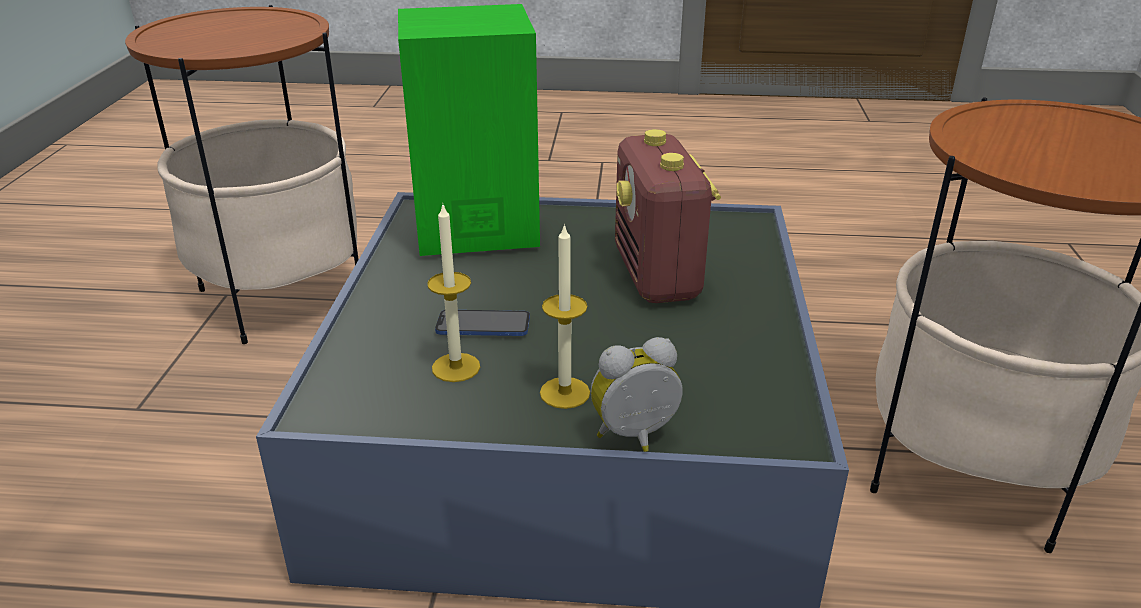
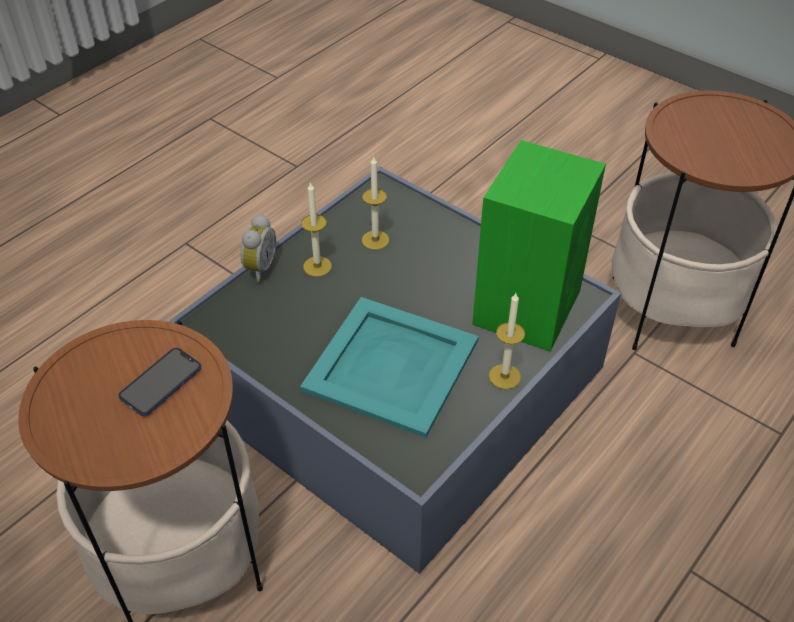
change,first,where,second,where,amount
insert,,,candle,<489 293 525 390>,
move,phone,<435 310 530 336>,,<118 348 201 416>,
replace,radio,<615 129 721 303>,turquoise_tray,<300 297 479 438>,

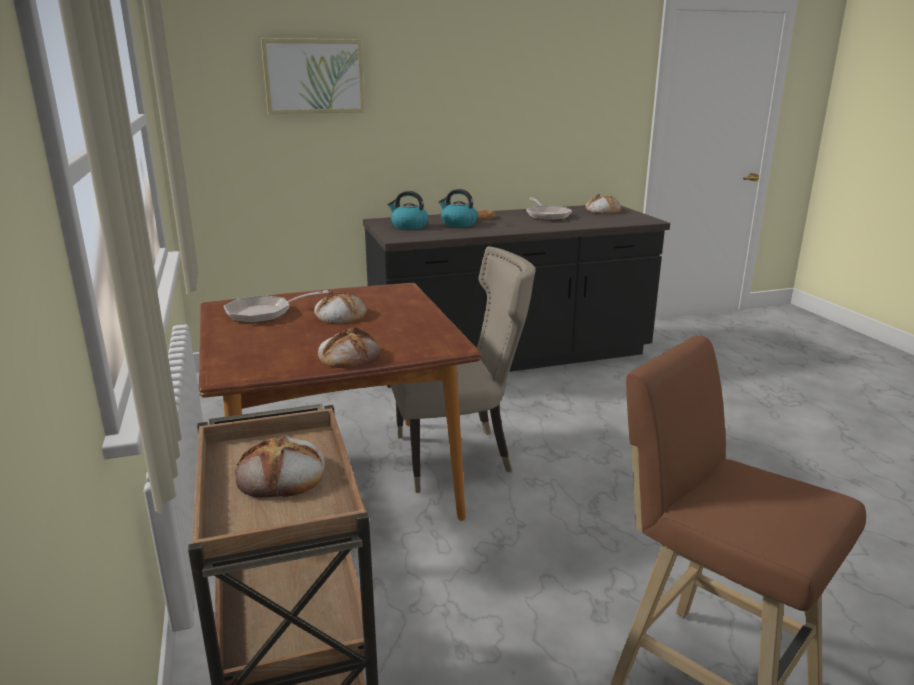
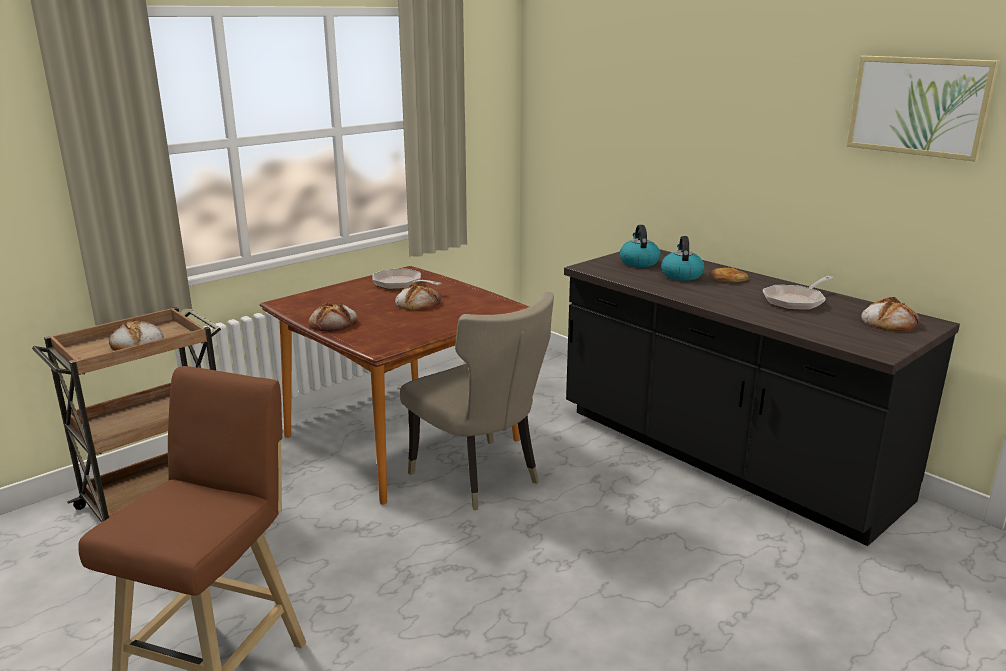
change,first,where,second,where,amount
move,picture,<261 38 365 114>,,<847 56 1000 162>,

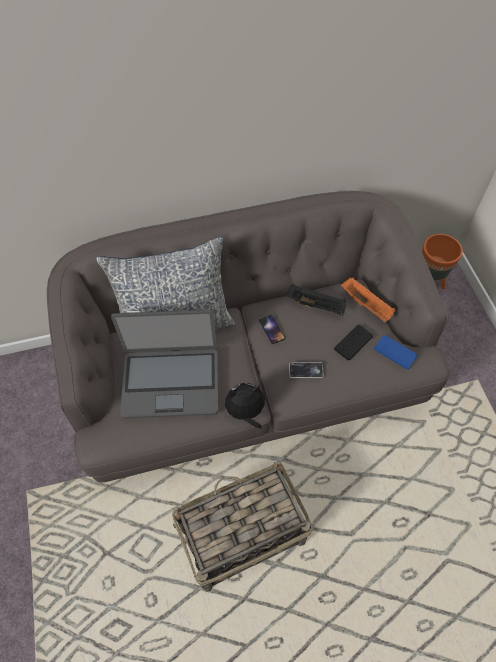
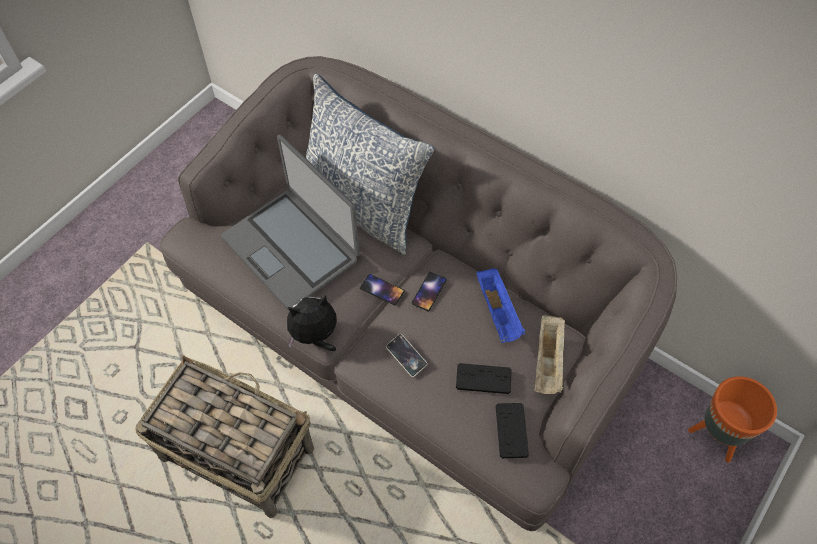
change,first,where,second,where,amount
insert,,,phone,<360 274 405 305>,
recolor,black_tray,<286 284 346 316>,blue_tray,<476 268 525 343>,
recolor,orange_tray,<341 277 395 322>,beige_tray,<534 314 565 394>,
recolor,blue_game_controller,<374 335 418 369>,black_game_controller,<496 403 529 458>,
rotate,plush_toy,<224 383 265 429>,,<287 295 337 351>,60 degrees counterclockwise

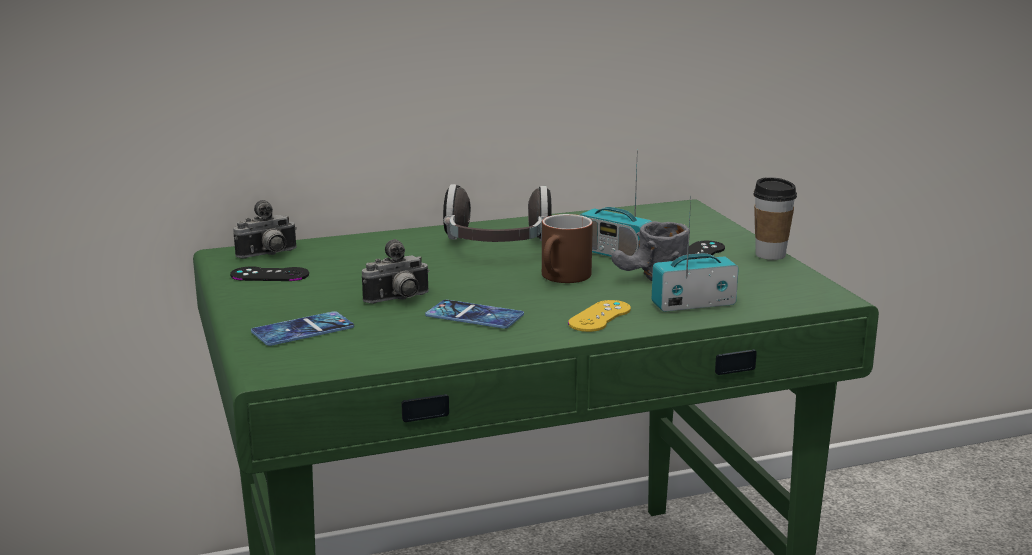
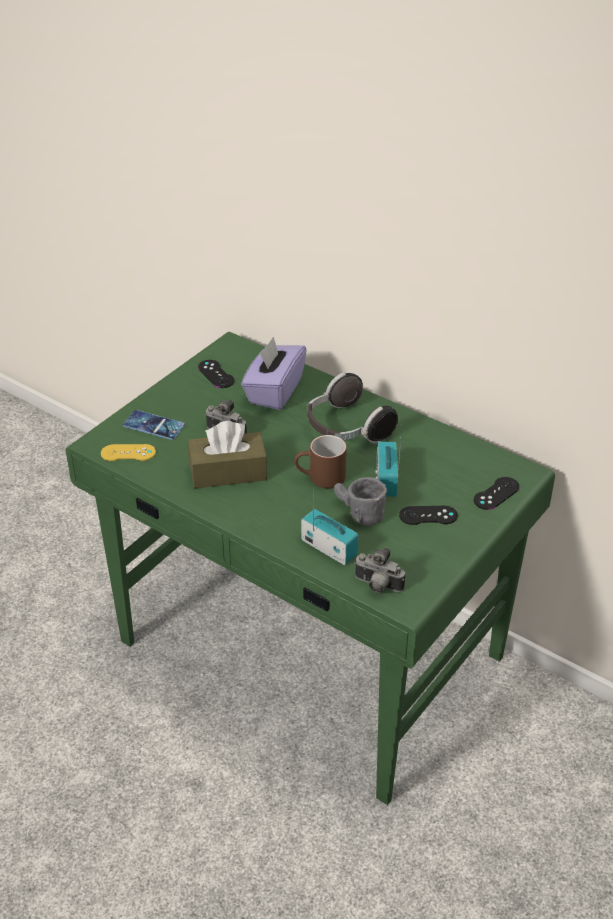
change,first,where,second,where,amount
delete,cup,<753 177 797 260>,,,
insert,,,purple_tissue_box,<241 337 307 410>,
insert,,,black_game_controller,<474 477 519 510>,
move,photo_camera,<233 200 297 259>,,<354 547 405 593>,
move,yellow_game_controller,<568 300 631 332>,,<101 444 156 461>,
replace,phone,<425 300 524 329>,brown_tissue_box,<188 421 267 488>,

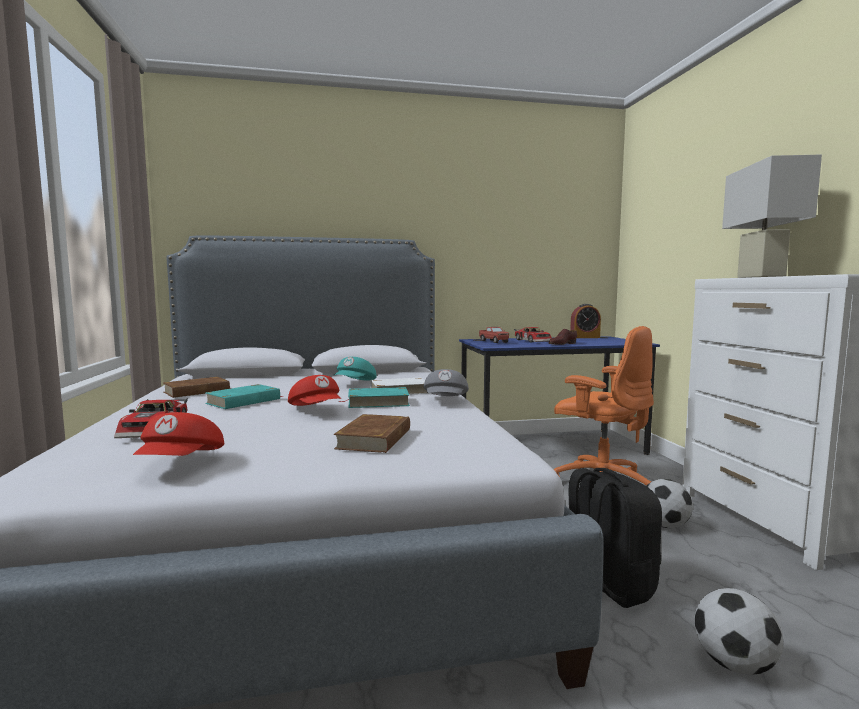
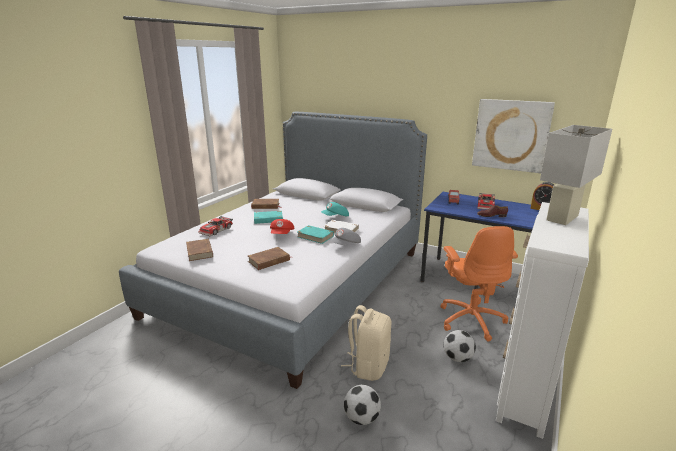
change,first,where,second,where,amount
insert,,,picture,<472 99 555 173>,
replace,red_cap,<133 412 224 456>,brown_book,<186 239 213 261>,
recolor,black_backpack,<569 468 662 608>,beige_backpack,<341 305 391 381>,

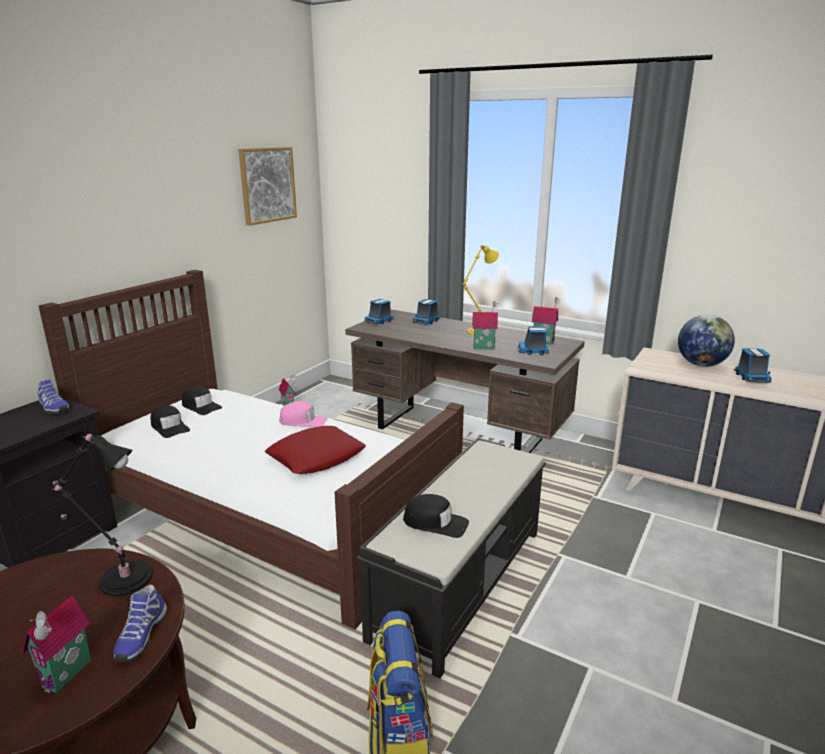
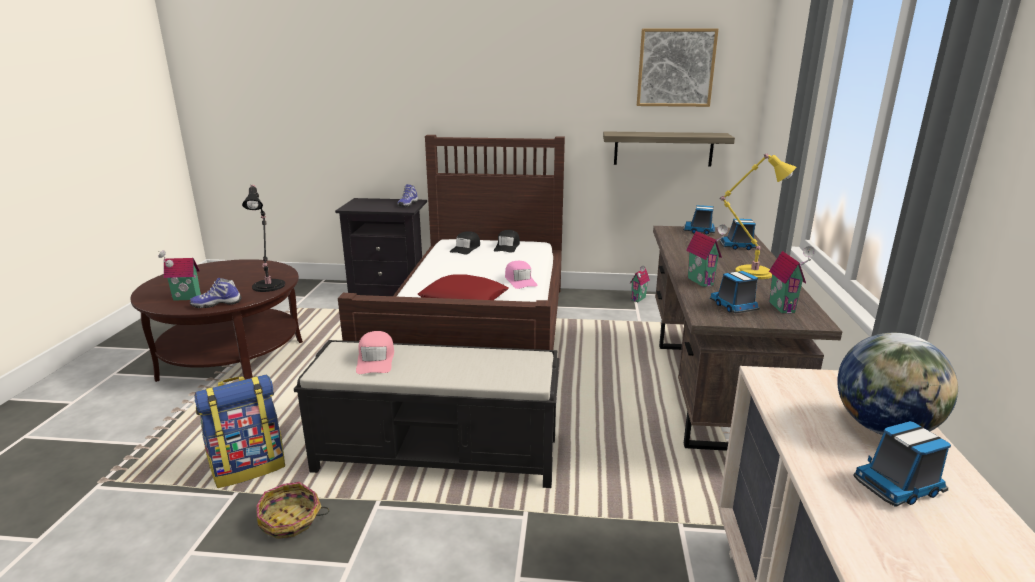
change,first,where,second,where,amount
insert,,,basket,<256 482 329 539>,
insert,,,shelf,<603 131 735 166>,
recolor,black_cap,<403 494 469 538>,pink_cap,<356 331 394 374>,

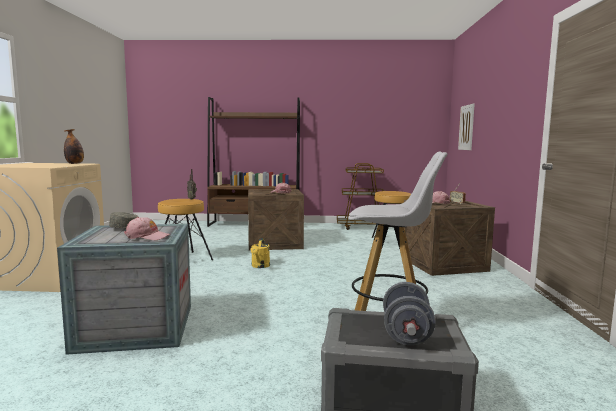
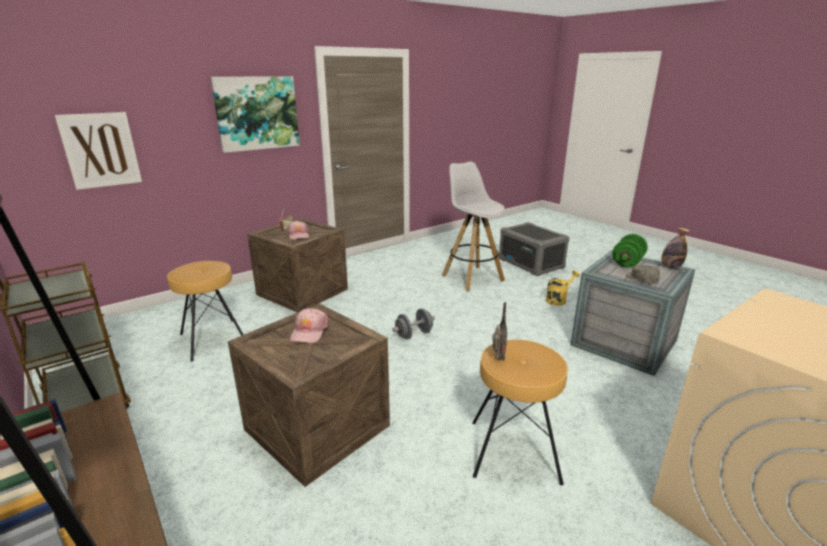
change,first,where,second,where,amount
insert,,,picture,<210 76 300 153>,
move,bottle,<64 129 84 164>,,<661 227 690 269>,
move,yellow_watering_can,<251 238 270 268>,,<546 270 580 306>,
move,grey_dumbbell,<383 282 436 345>,,<393 308 435 340>,
replace,pink_cap,<124 217 171 240>,green_dumbbell,<612 234 648 267>,

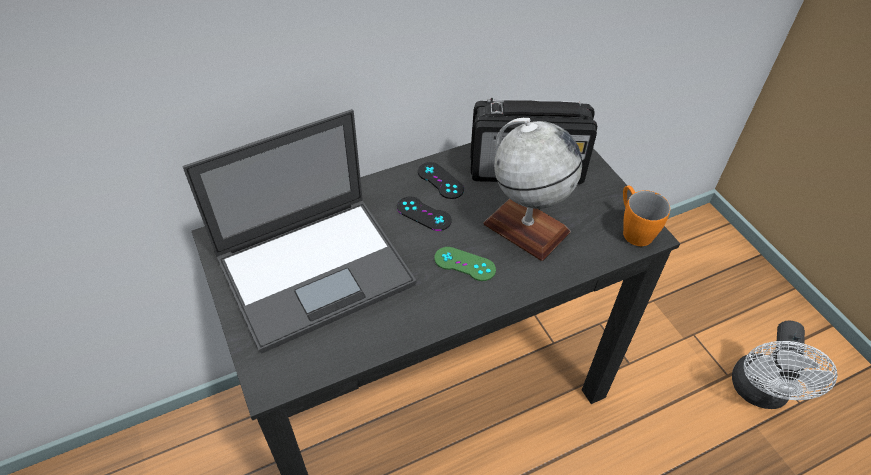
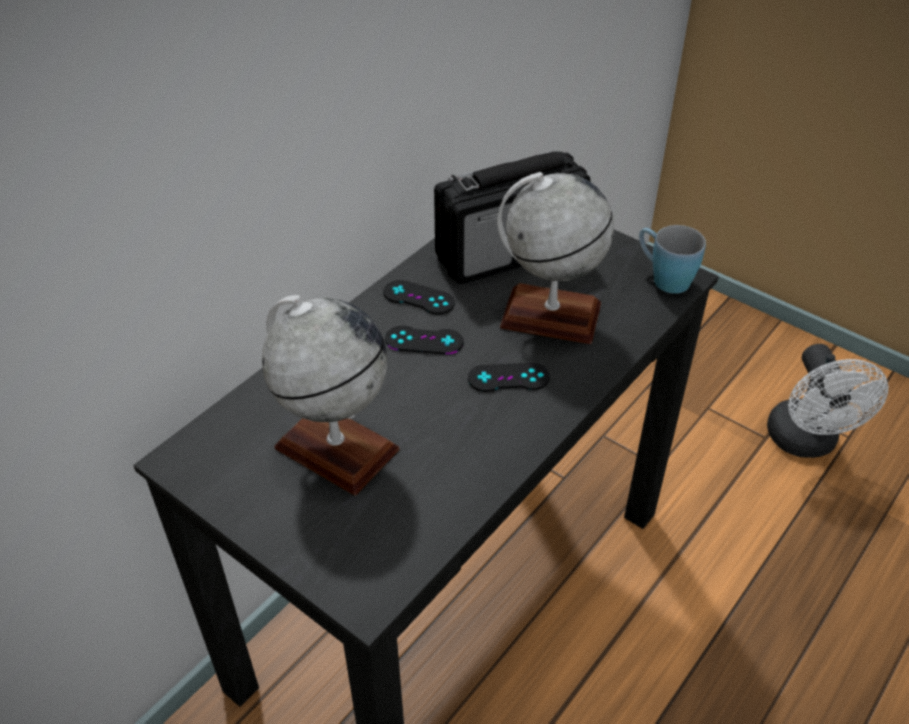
change,first,where,second,where,amount
replace,laptop,<183 109 416 354>,globe,<262 295 400 496>,
recolor,green_game_controller,<434 247 496 281>,black_game_controller,<468 363 550 392>,
recolor,orange_mug,<623 185 670 246>,blue_mug,<639 225 706 294>,

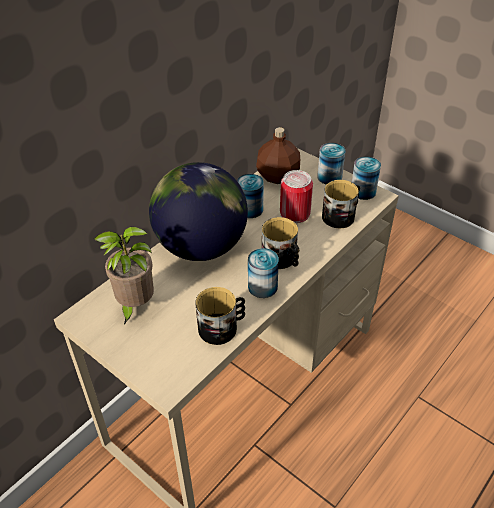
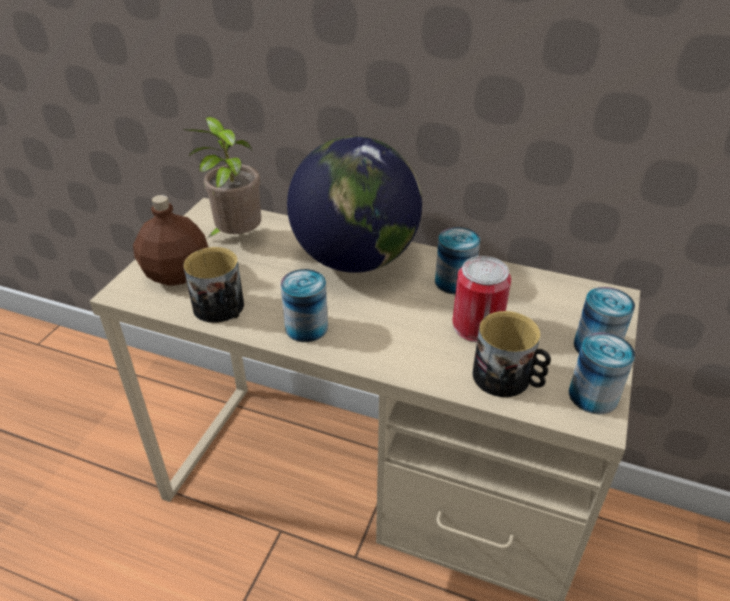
change,first,where,second,where,amount
delete,mug,<262 217 299 269>,,,
move,brown_bottle,<256 127 300 184>,,<133 195 209 286>,

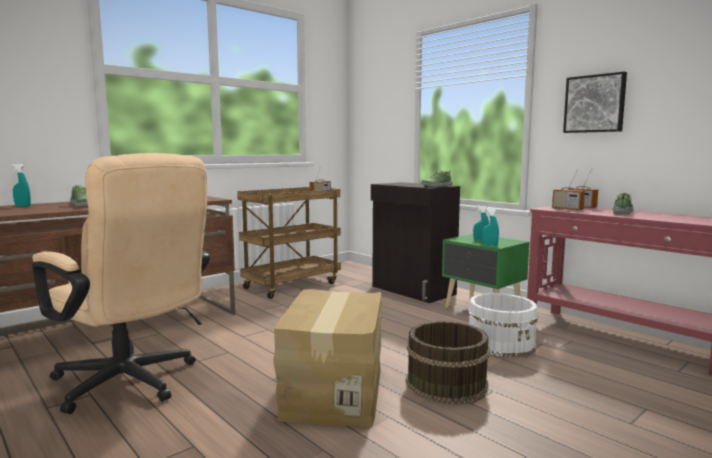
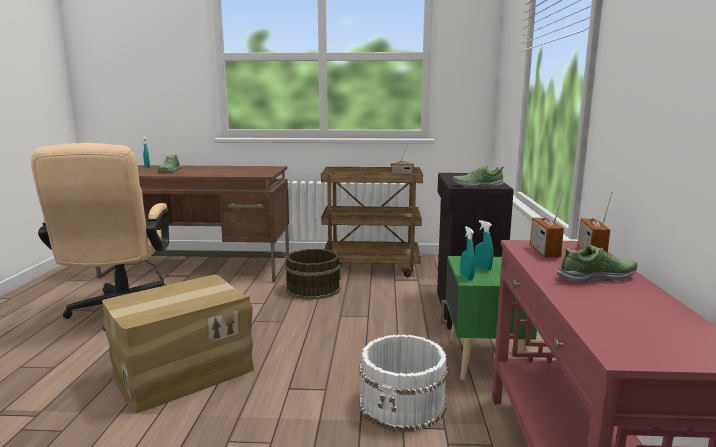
change,first,where,second,where,amount
delete,picture,<563 72 627 133>,,,
move,brown_bucket,<406 321 490 404>,,<285 249 342 300>,

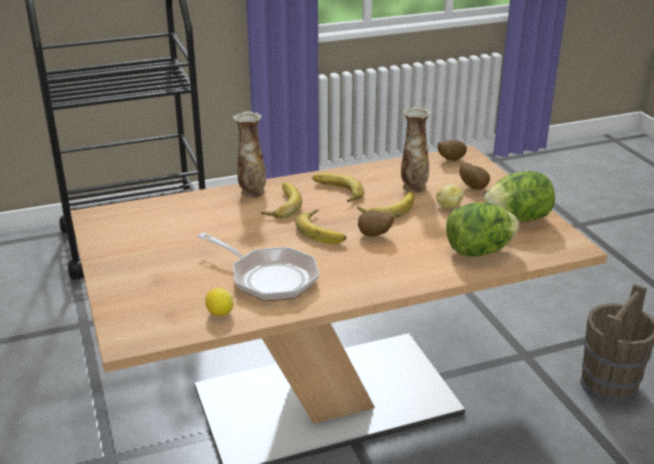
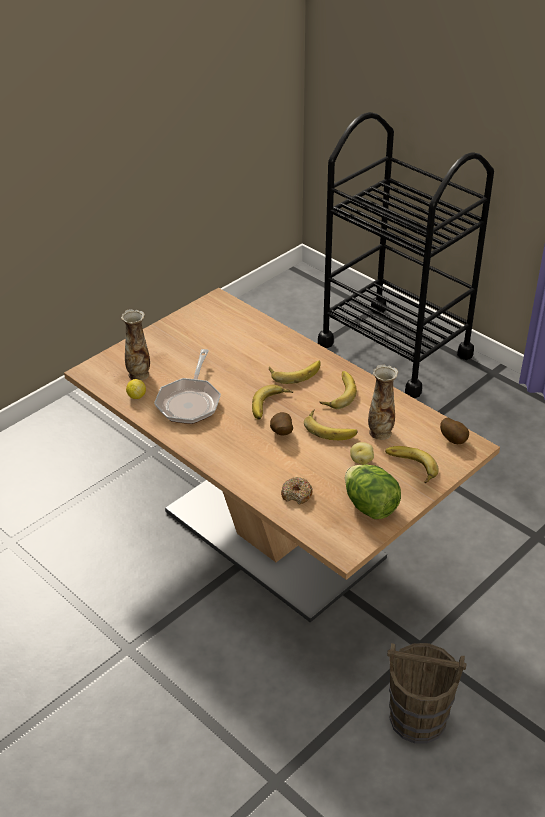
change,first,where,second,where,amount
move,vase,<233 111 266 198>,,<121 309 150 380>,
replace,lettuce,<446 202 519 256>,donut,<281 477 313 505>,
replace,potato,<460 163 490 190>,banana,<385 446 439 483>,

